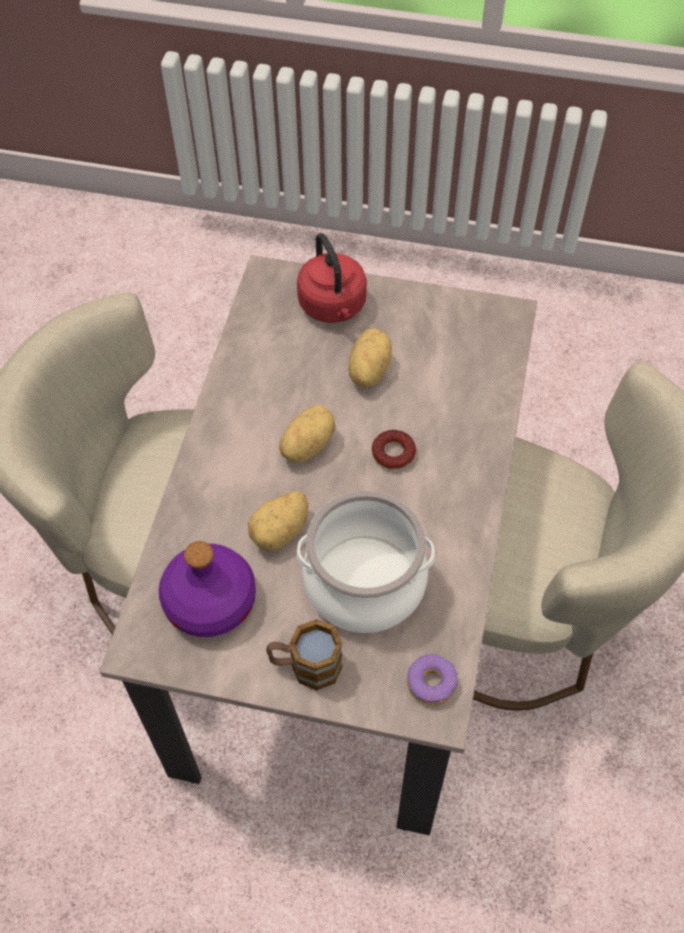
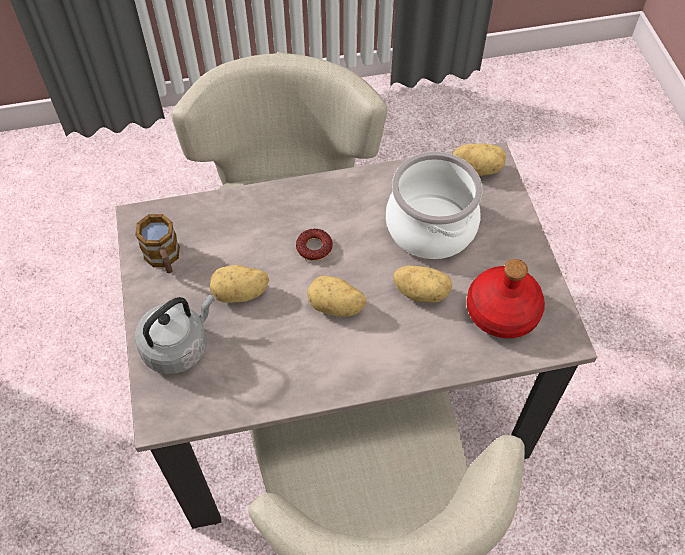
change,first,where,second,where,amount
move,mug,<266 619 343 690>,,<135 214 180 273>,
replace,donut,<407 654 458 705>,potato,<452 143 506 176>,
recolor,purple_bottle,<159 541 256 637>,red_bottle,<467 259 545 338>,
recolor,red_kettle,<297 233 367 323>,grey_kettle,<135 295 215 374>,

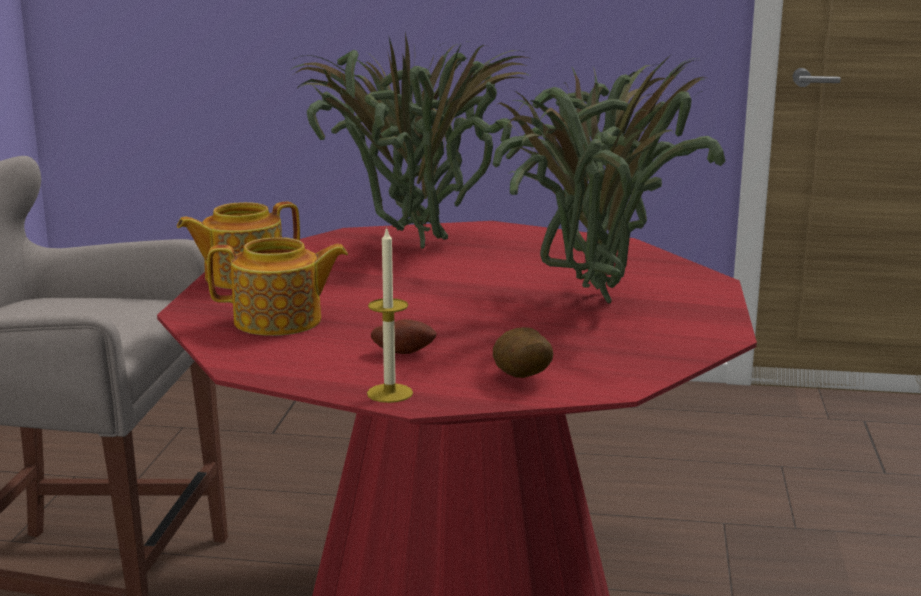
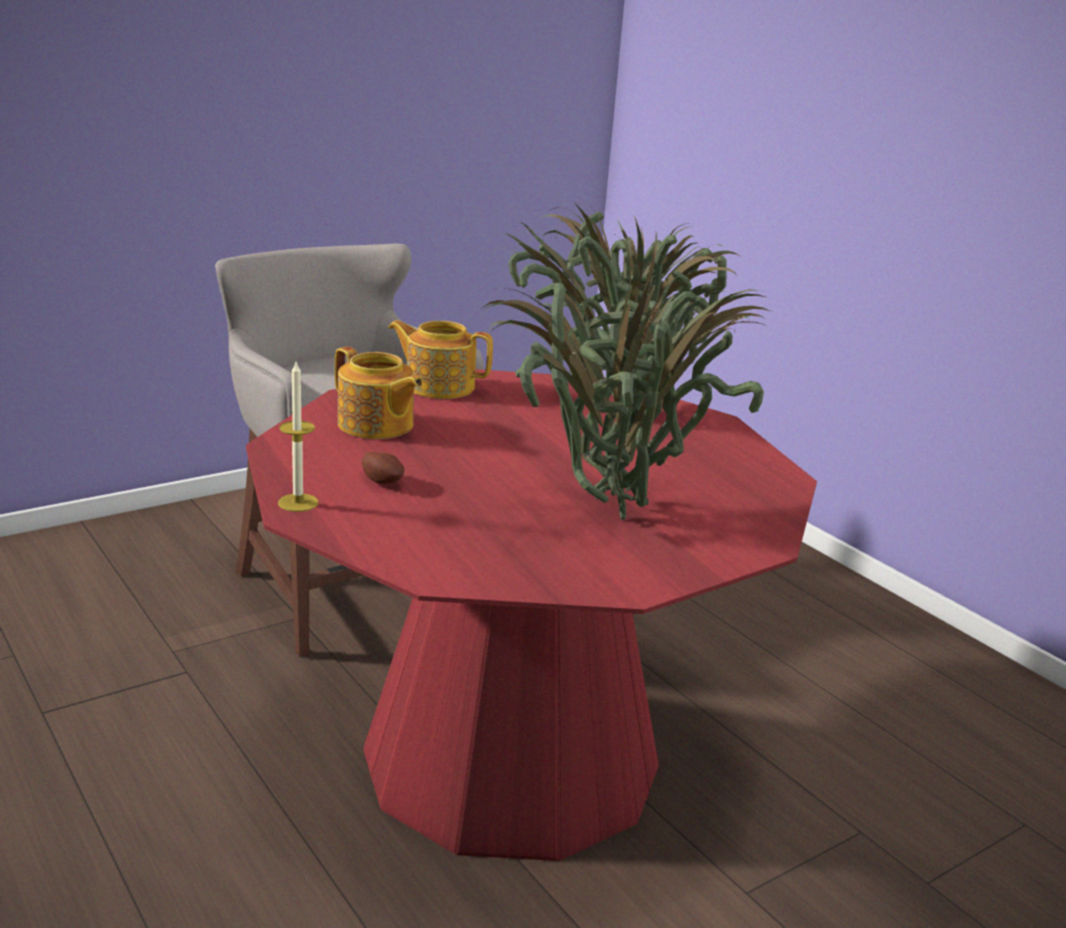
change,first,where,second,where,amount
delete,potato,<493 327 553 378>,,,

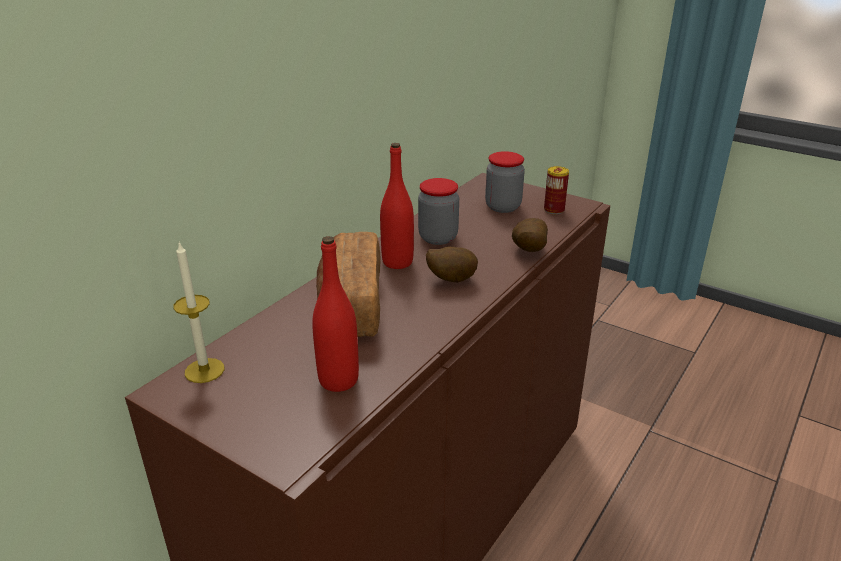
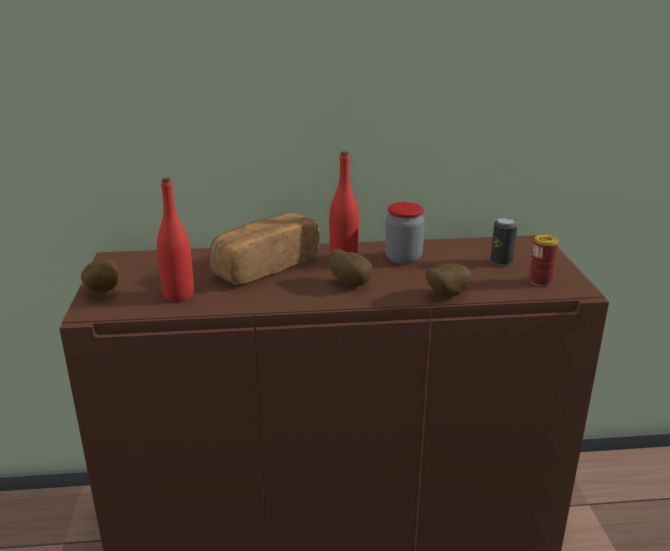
change,first,where,second,where,amount
delete,candle,<173 241 225 383>,,,
insert,,,potato,<81 259 118 293>,
replace,jar,<485 151 525 213>,can,<490 218 517 266>,

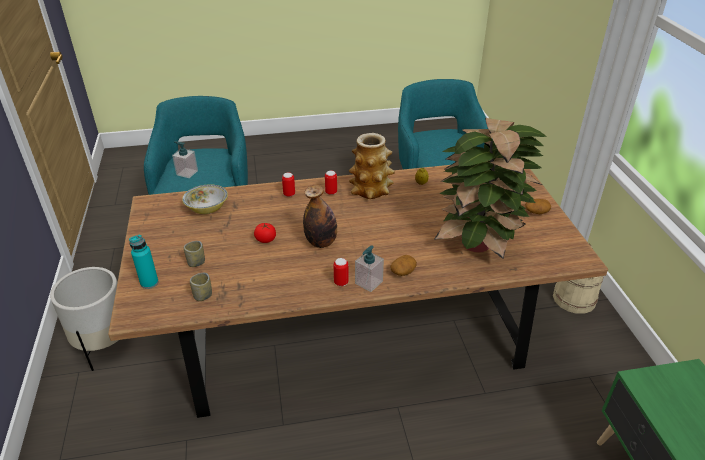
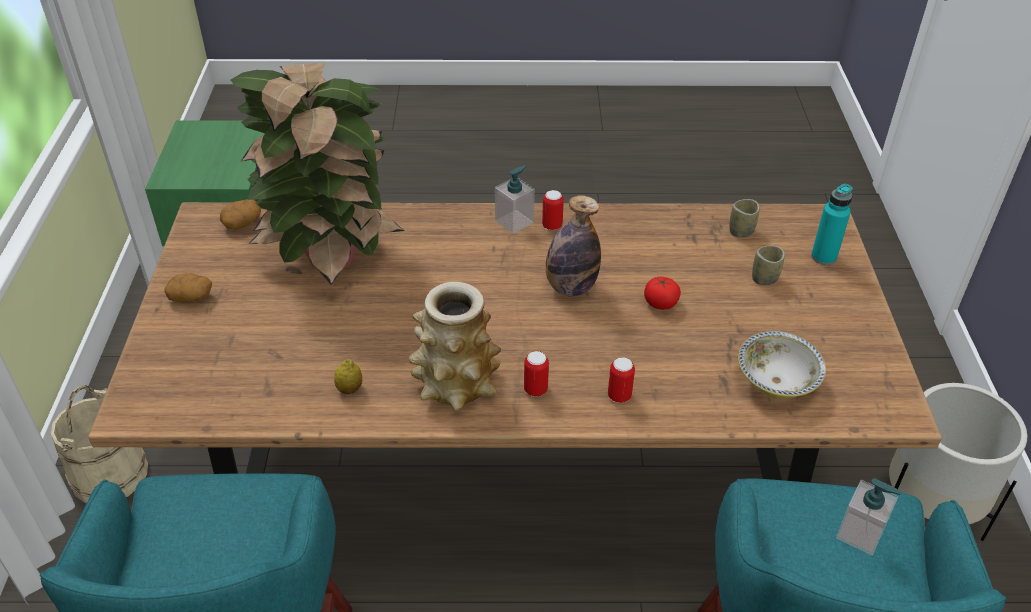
change,first,where,second,where,amount
move,potato,<390 255 417 276>,,<220 199 261 230>,

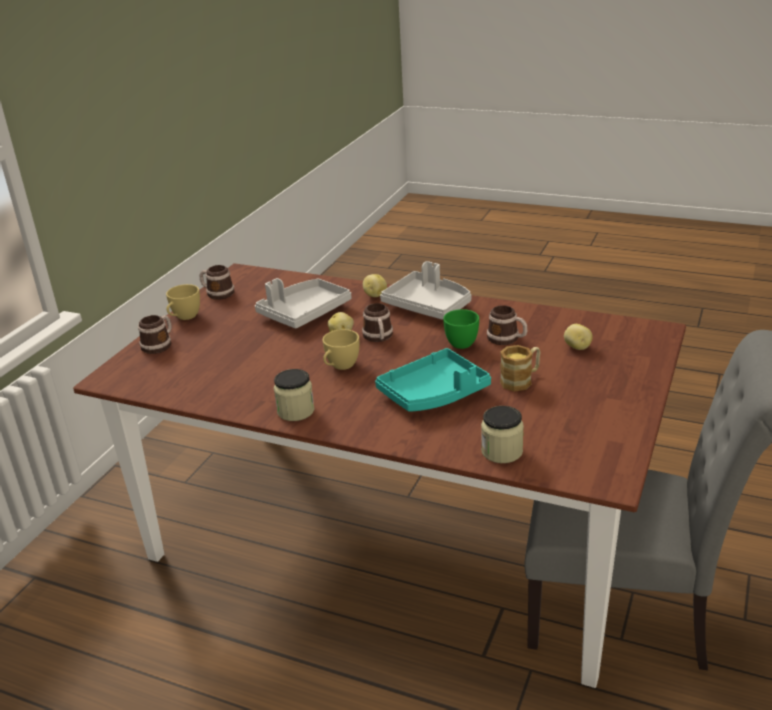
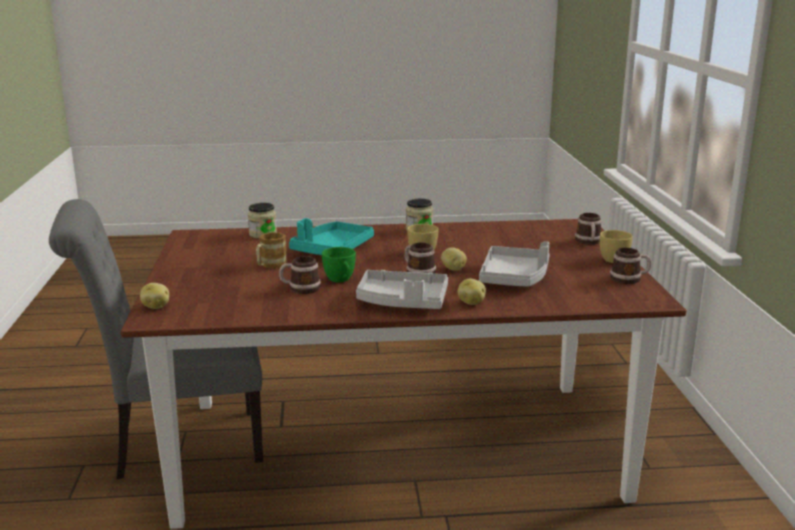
change,first,where,second,where,amount
move,potato,<564 324 593 350>,,<140 283 169 309>,

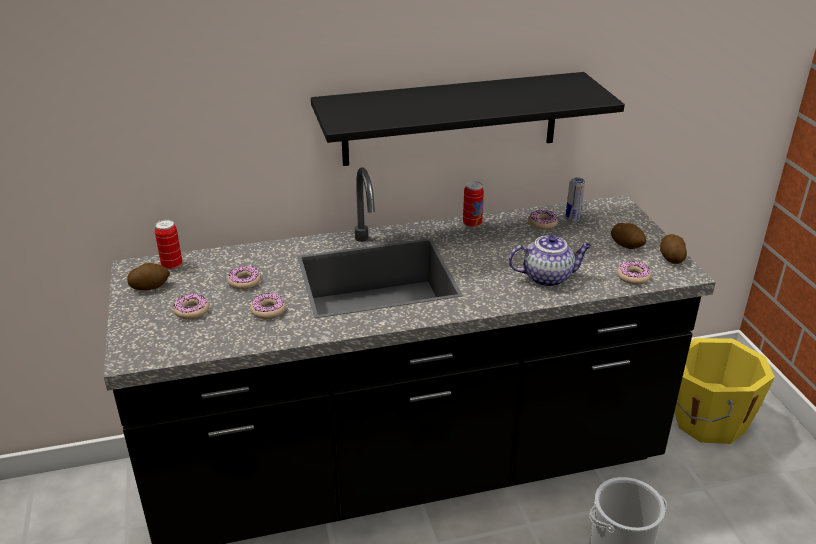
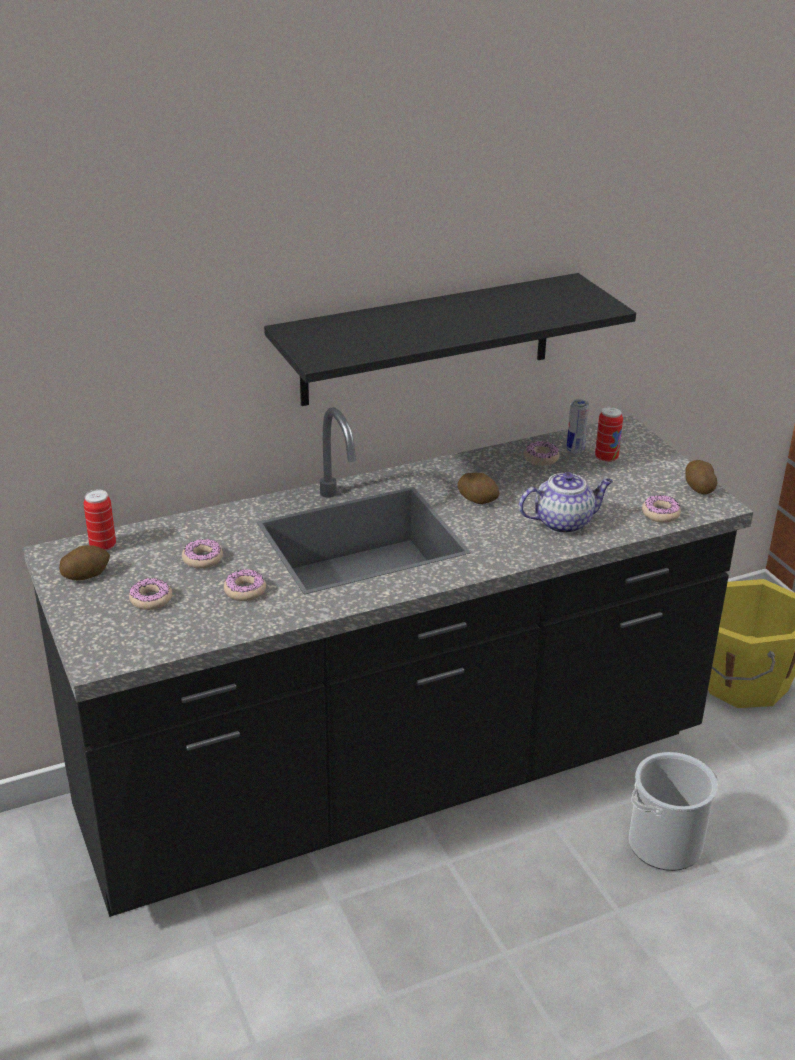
change,first,where,second,where,amount
move,can,<463 181 484 228>,,<595 406 623 463>,
move,potato,<611 223 646 249>,,<457 473 500 504>,

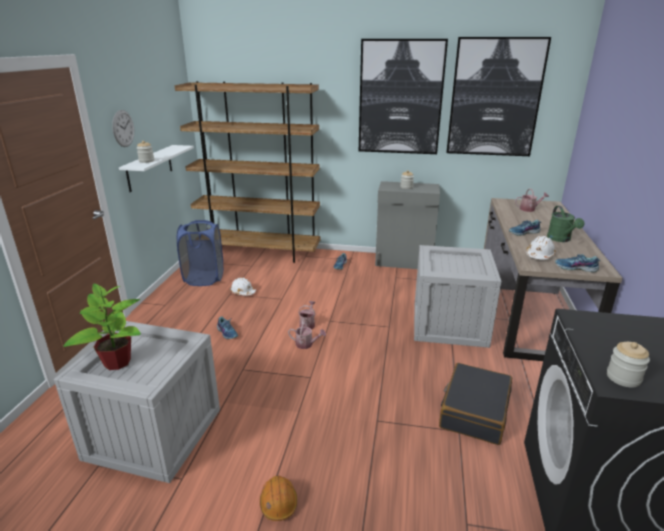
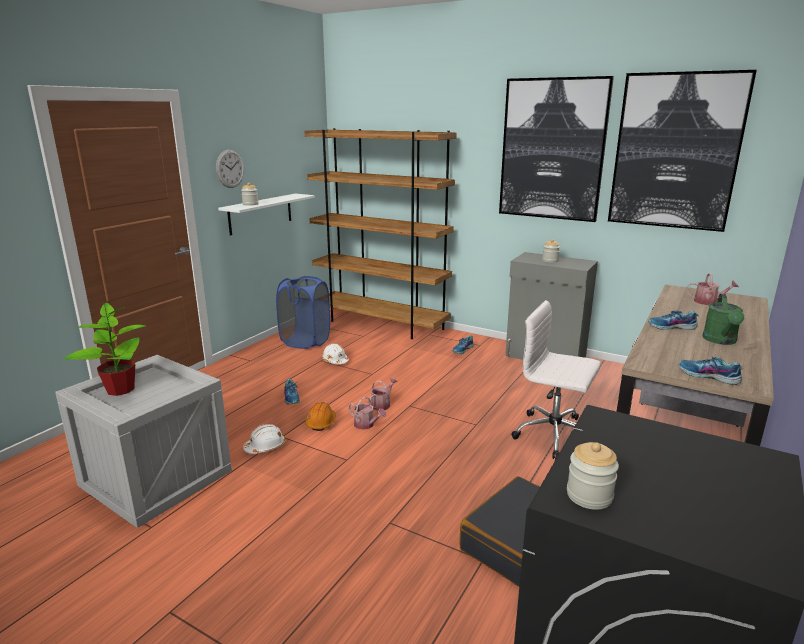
change,first,where,second,where,amount
move,orange_hard_hat,<260 476 297 521>,,<305 402 336 431>,
move,white_hard_hat,<527 236 556 260>,,<243 424 285 454>,
replace,crate,<414 245 502 348>,white_office_chair,<511 300 601 459>,

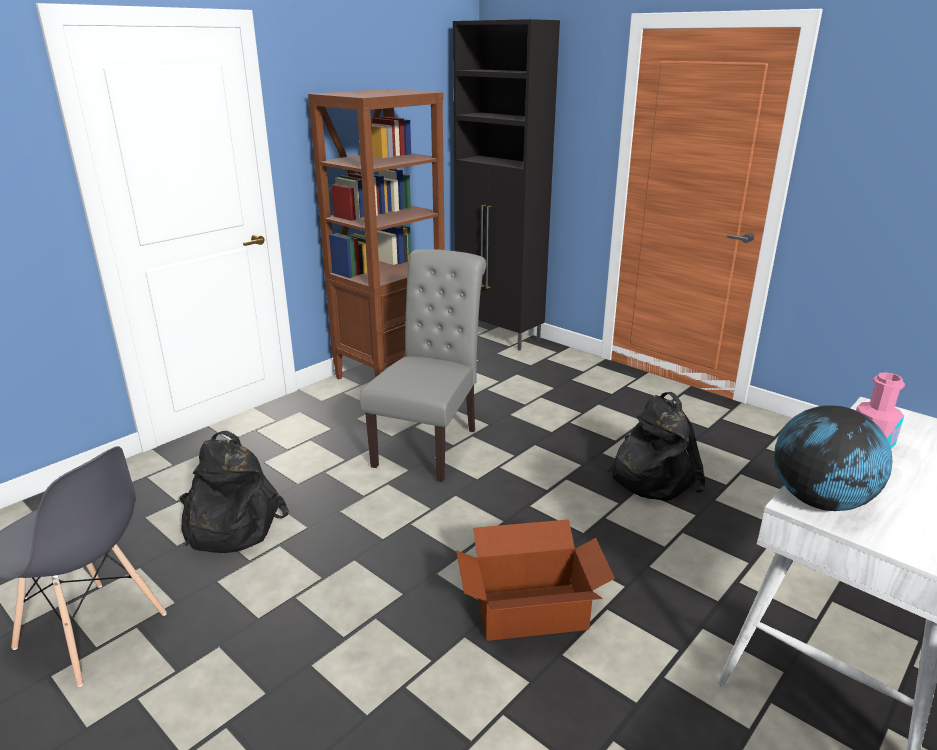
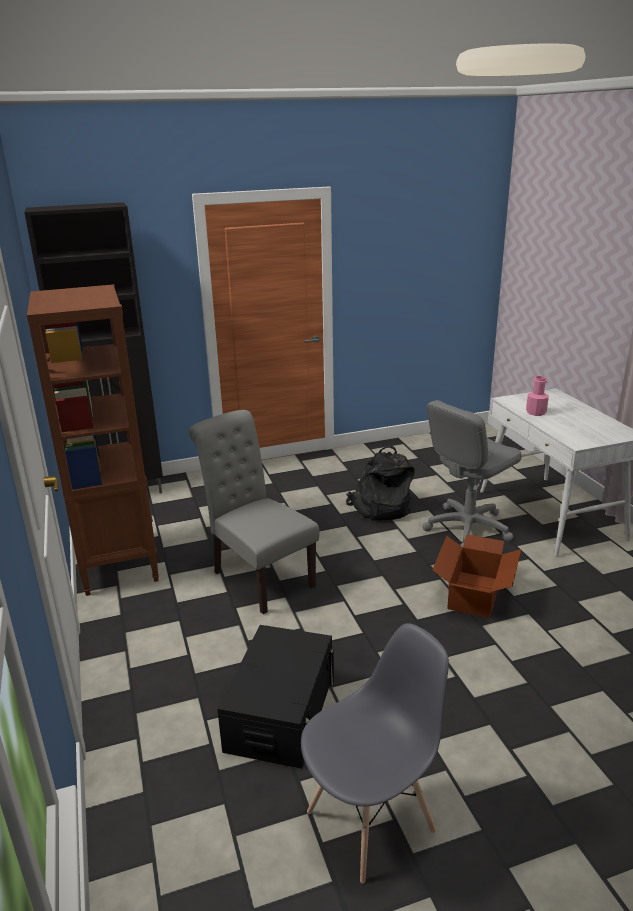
change,first,where,second,where,amount
delete,globe,<774 405 892 511>,,,
insert,,,grey_office_chair,<422 400 522 547>,
replace,black_backpack,<179 431 289 553>,black_storage_box,<217 625 334 769>,

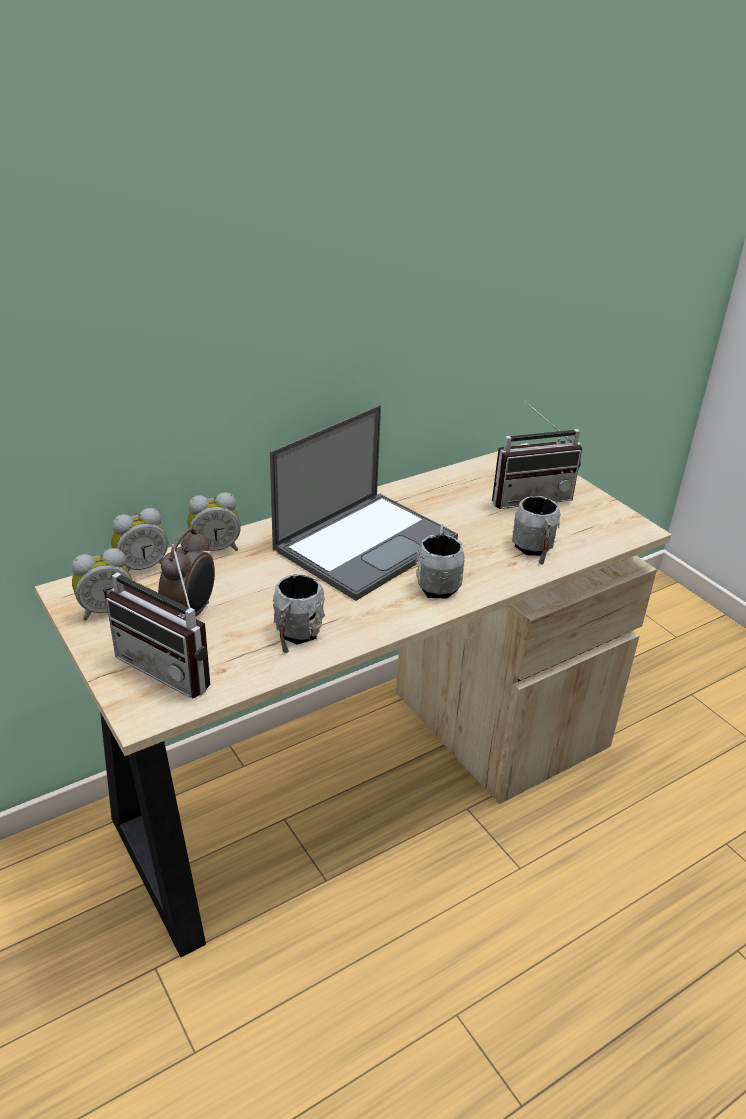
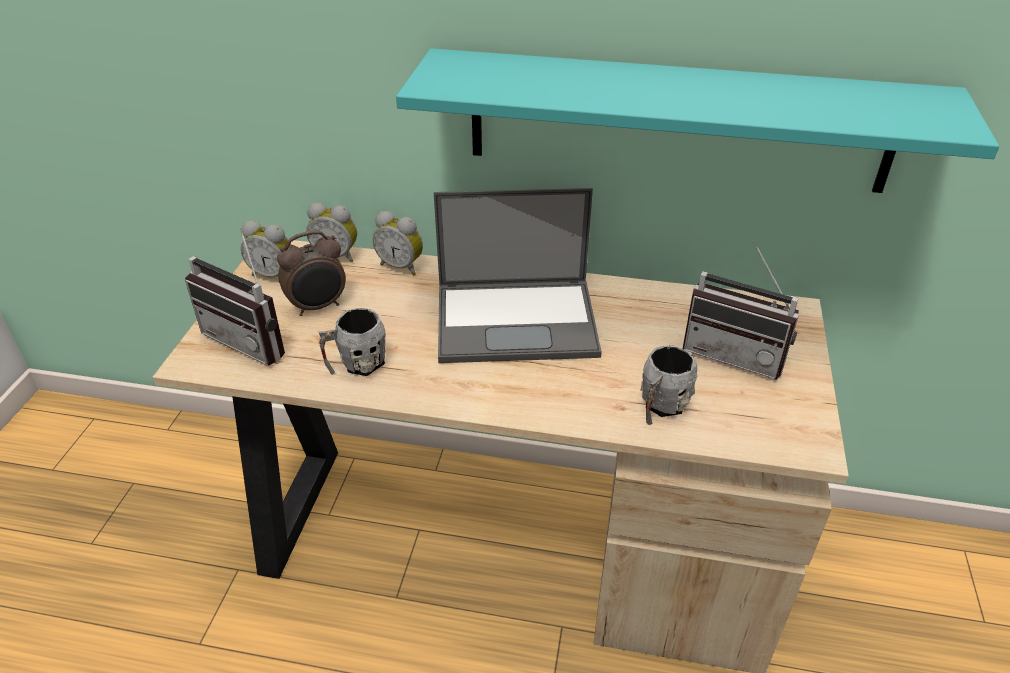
change,first,where,second,where,amount
delete,grey_mug,<415 524 465 599>,,,
insert,,,turquoise_shelf,<396 48 999 193>,
rotate,radio,<106 544 210 698>,,<185 228 285 365>,45 degrees counterclockwise

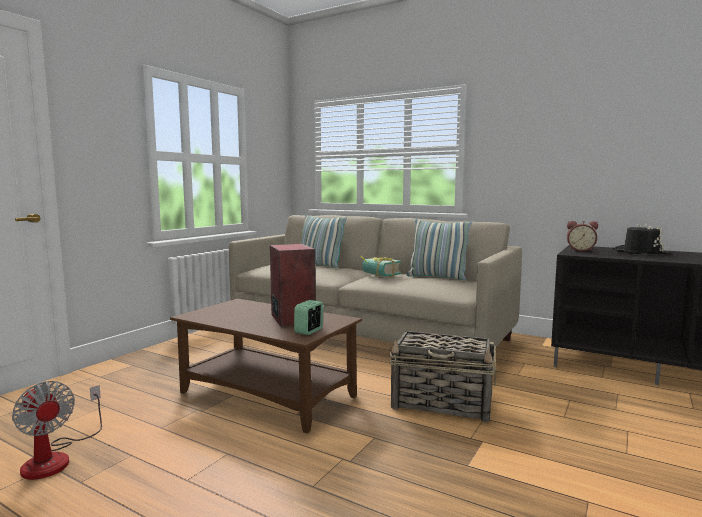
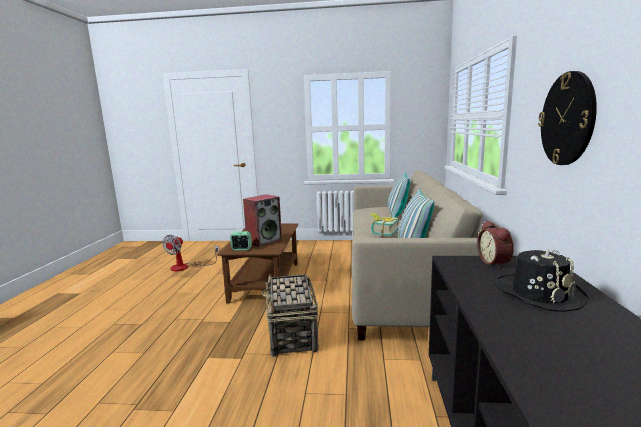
change,first,where,second,where,amount
insert,,,wall_clock,<538 71 597 165>,

